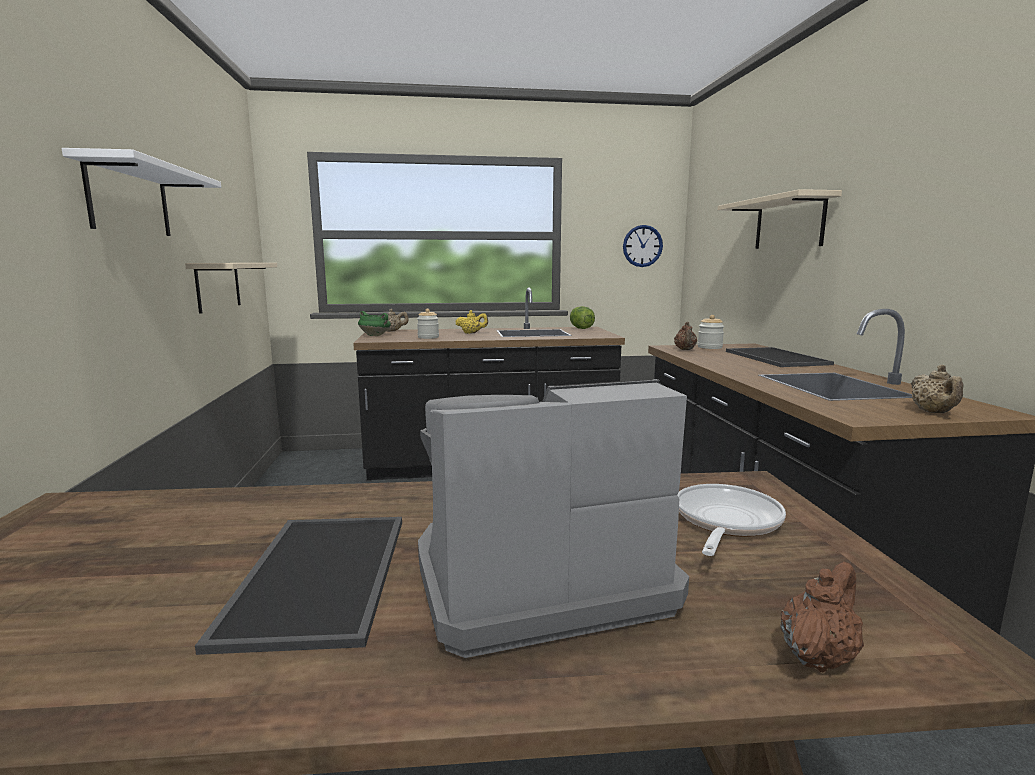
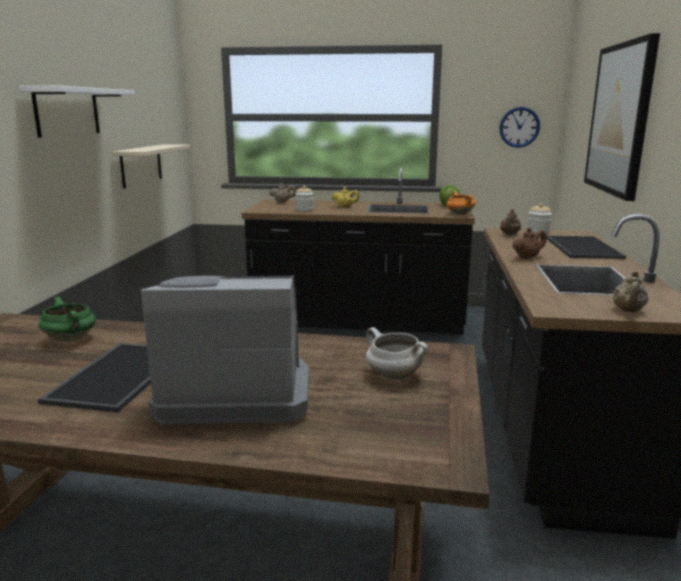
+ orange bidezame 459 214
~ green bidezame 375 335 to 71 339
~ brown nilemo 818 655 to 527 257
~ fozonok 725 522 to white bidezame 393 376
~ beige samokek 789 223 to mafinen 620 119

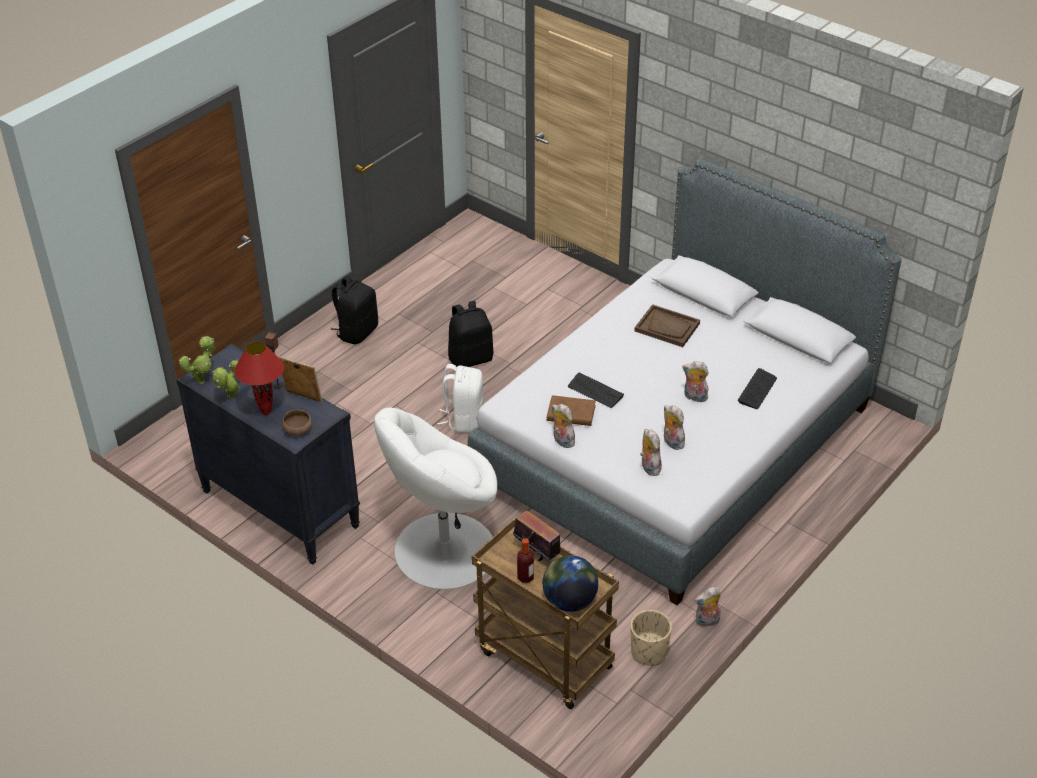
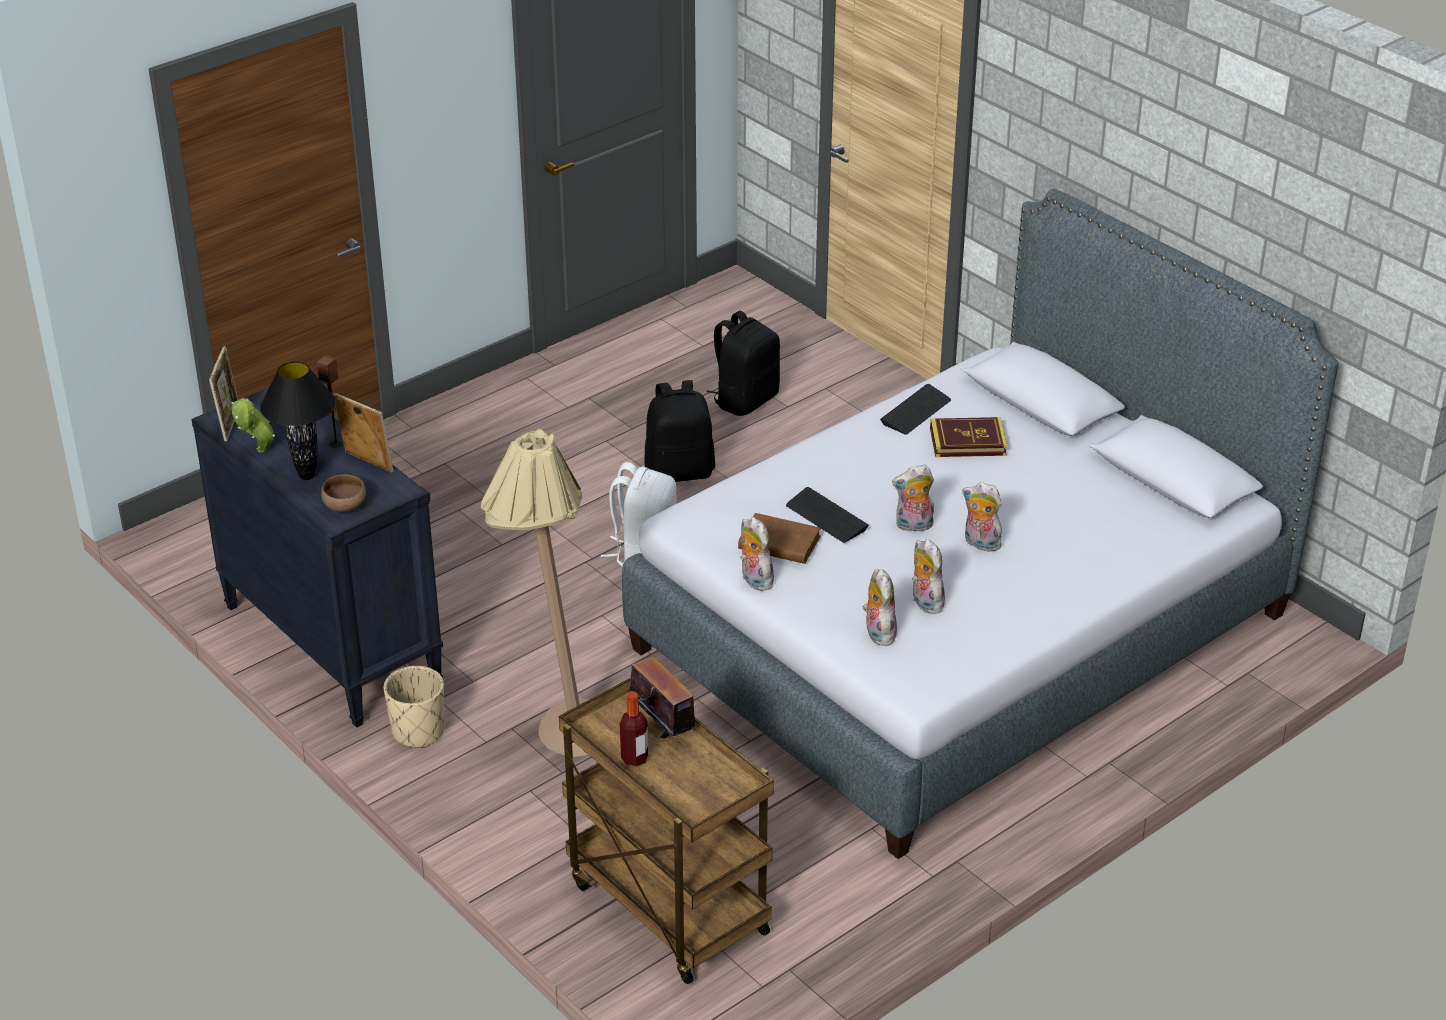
- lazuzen 569 601
~ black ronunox 357 332 to 745 400
~ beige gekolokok 649 652 to 418 731
~ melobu 707 622 to 913 526
~ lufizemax 757 390 to 916 411
~ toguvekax 203 380 to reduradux 229 424
~ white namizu 443 550 to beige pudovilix 558 733
~ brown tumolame 667 327 to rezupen 967 442
~ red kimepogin 265 412 to black kimepogin 306 476

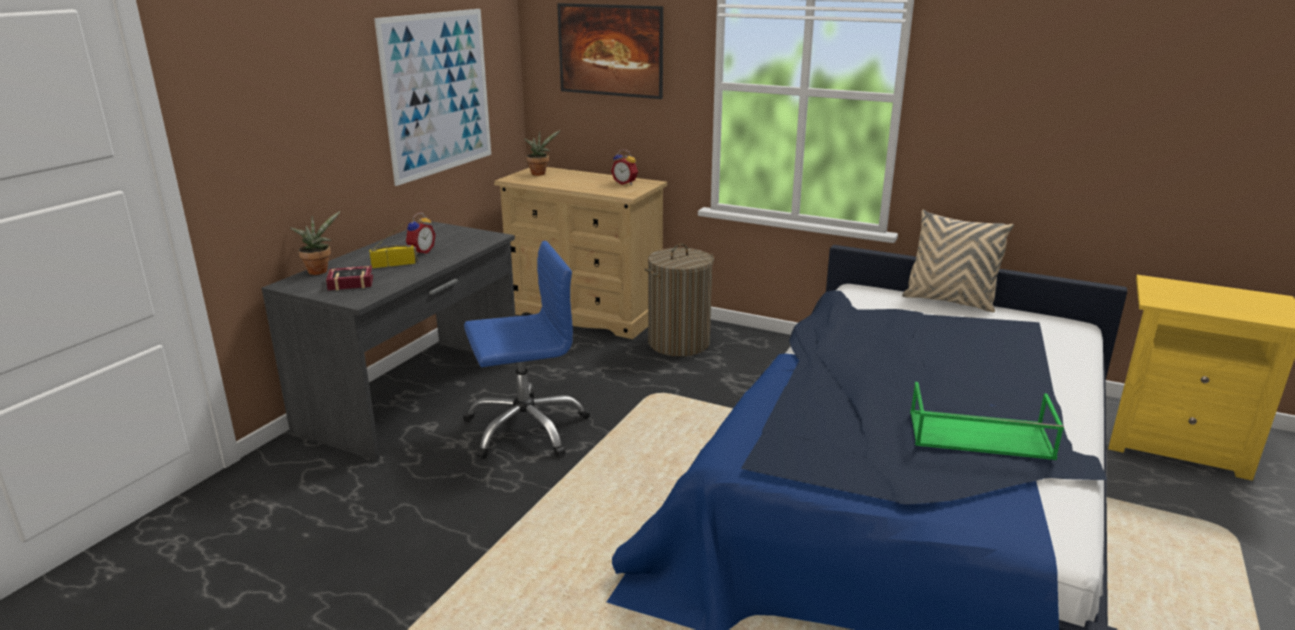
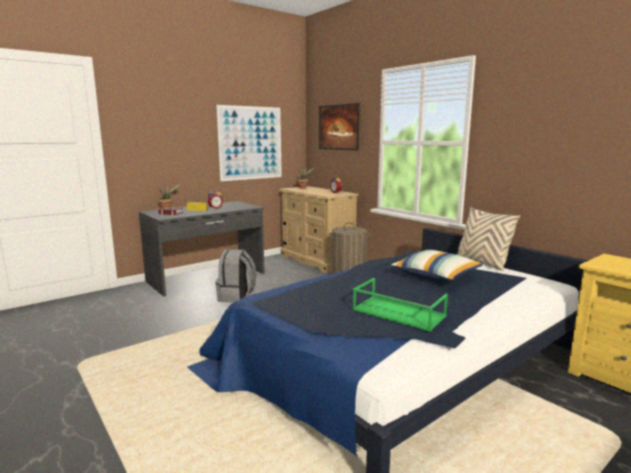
+ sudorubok 436 276
~ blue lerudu 525 428 to grey ronunox 236 297

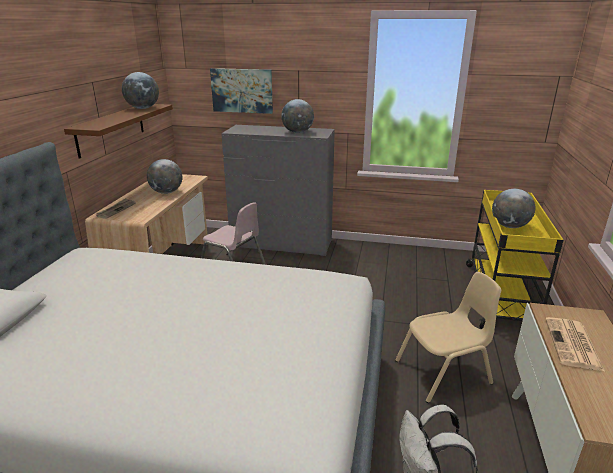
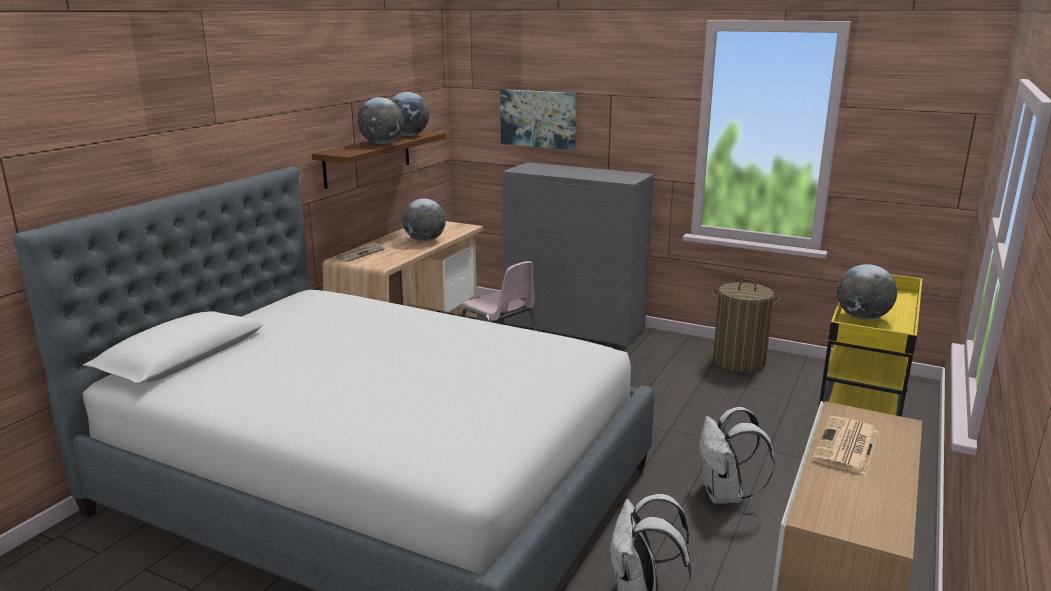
+ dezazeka 738 361
~ lazuzen 297 132 to 382 143
~ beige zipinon 443 373 to white ronunox 725 495

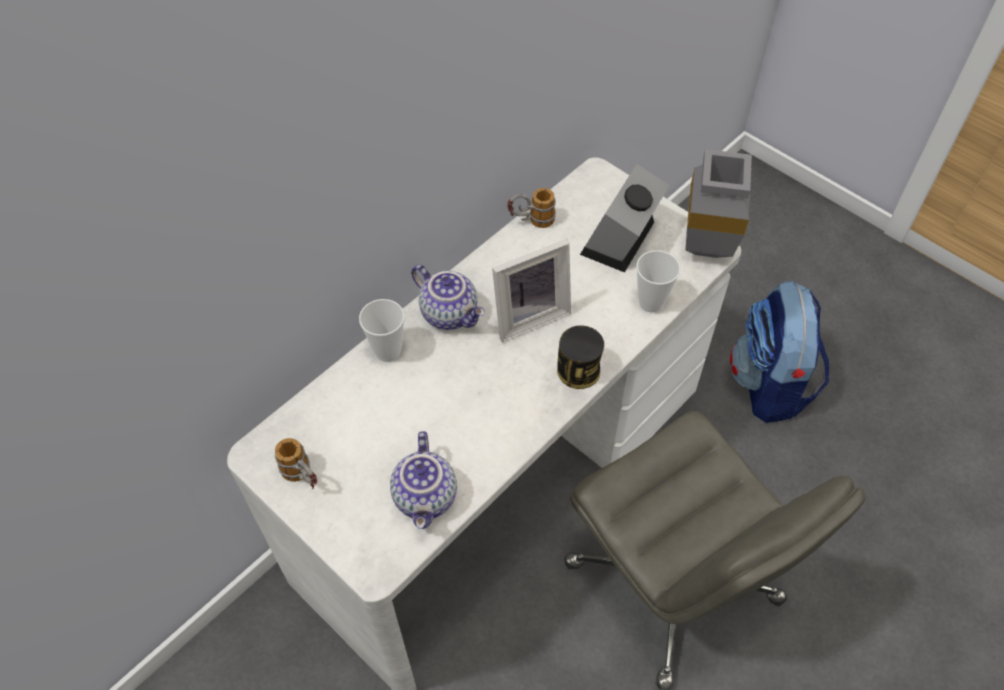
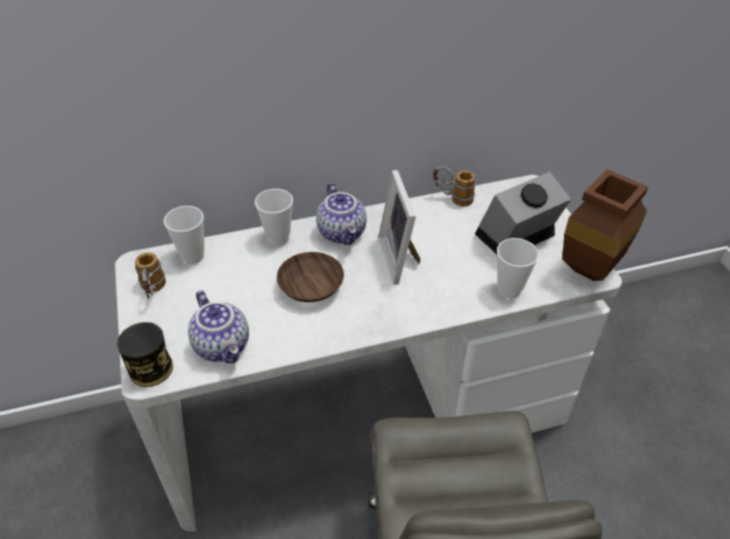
- ronunox 769 384
+ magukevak 193 256
+ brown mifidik 312 288
~ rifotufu 578 370 to 151 369
~ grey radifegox 709 250 to brown radifegox 589 273
~ nilemo 427 497 = 224 346 60 degrees counterclockwise
~ reduradux 528 315 = 401 258 75 degrees clockwise

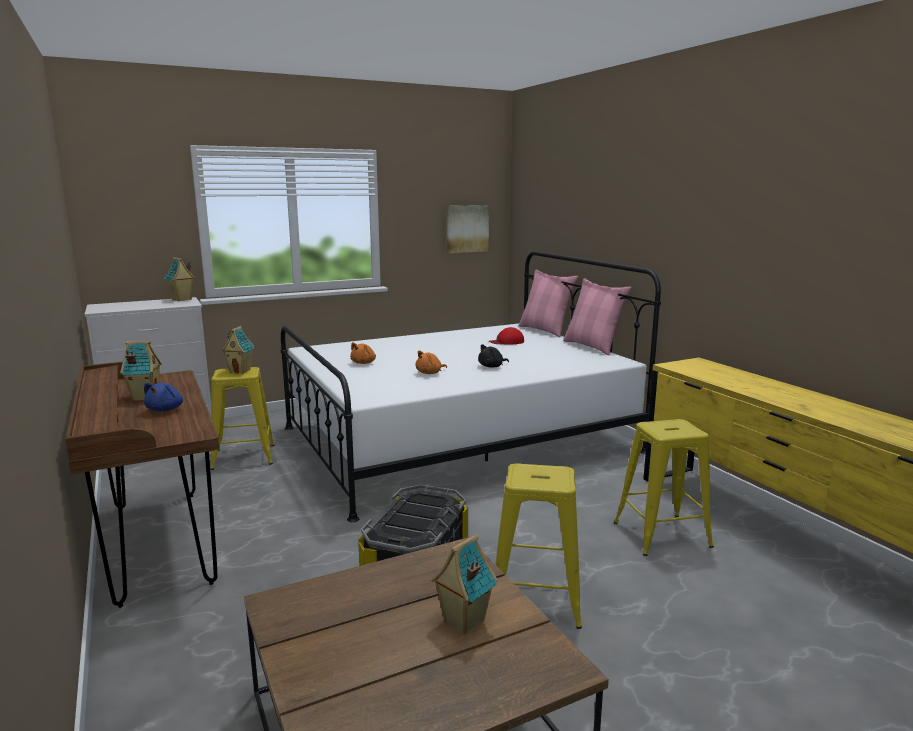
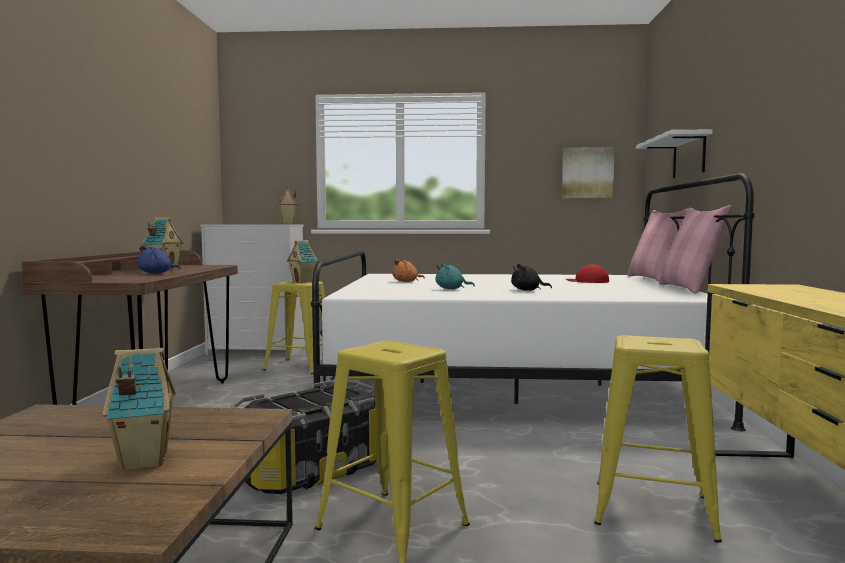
+ white samokek 689 156
~ orange melobu 430 373 to turquoise melobu 451 289

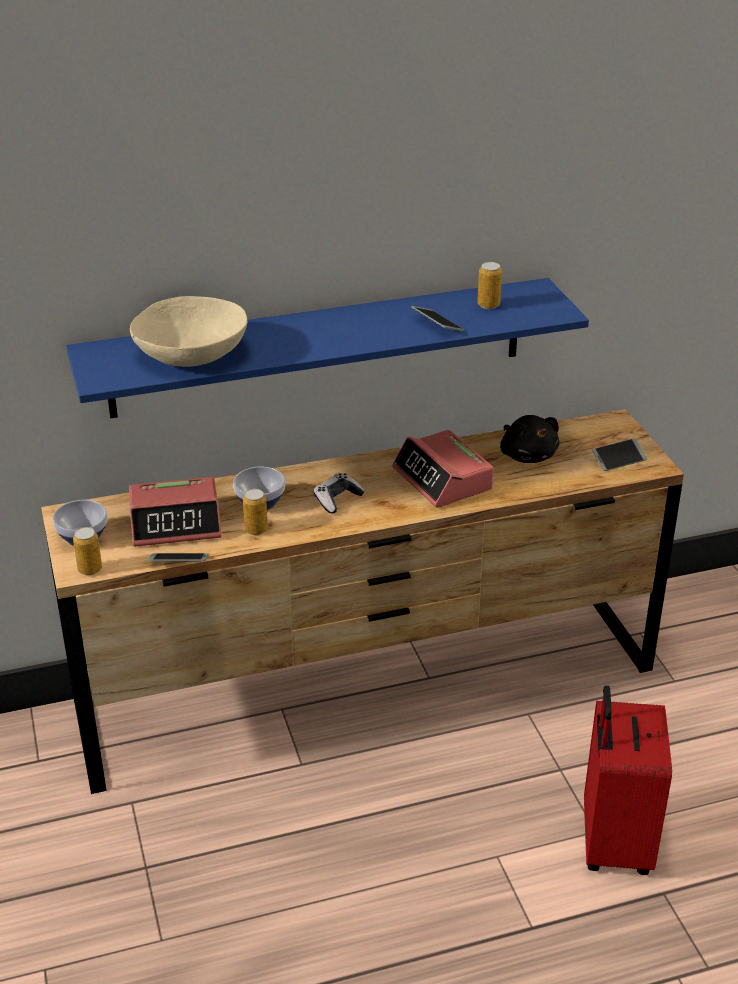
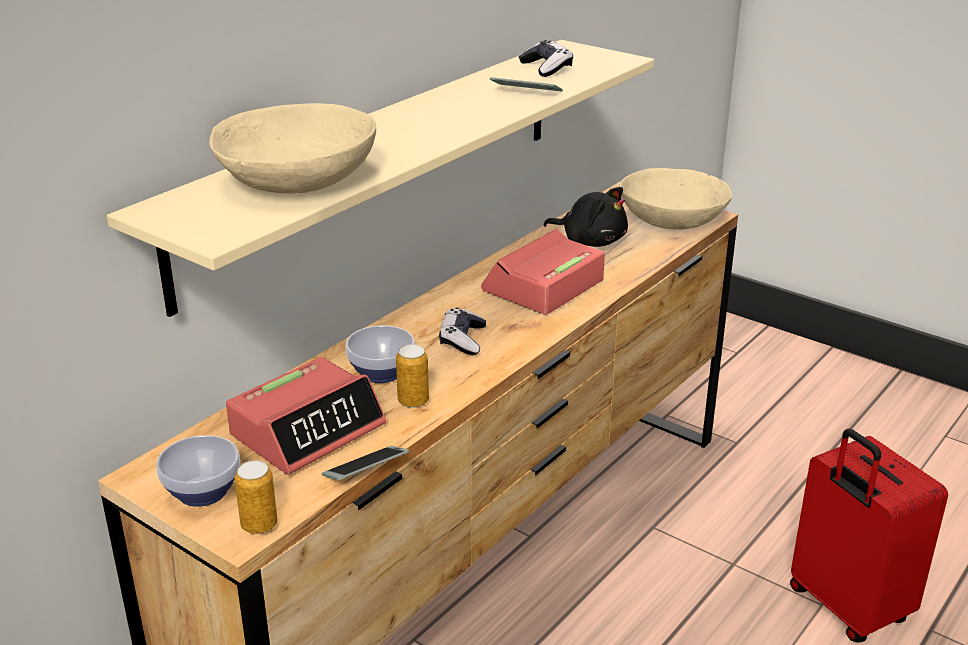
~ rifotufu 488 305 to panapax 546 68
~ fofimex 618 459 to beige mifidik 672 220
~ blue samokek 319 347 to beige samokek 380 162
~ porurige 443 479 = 543 286 105 degrees clockwise

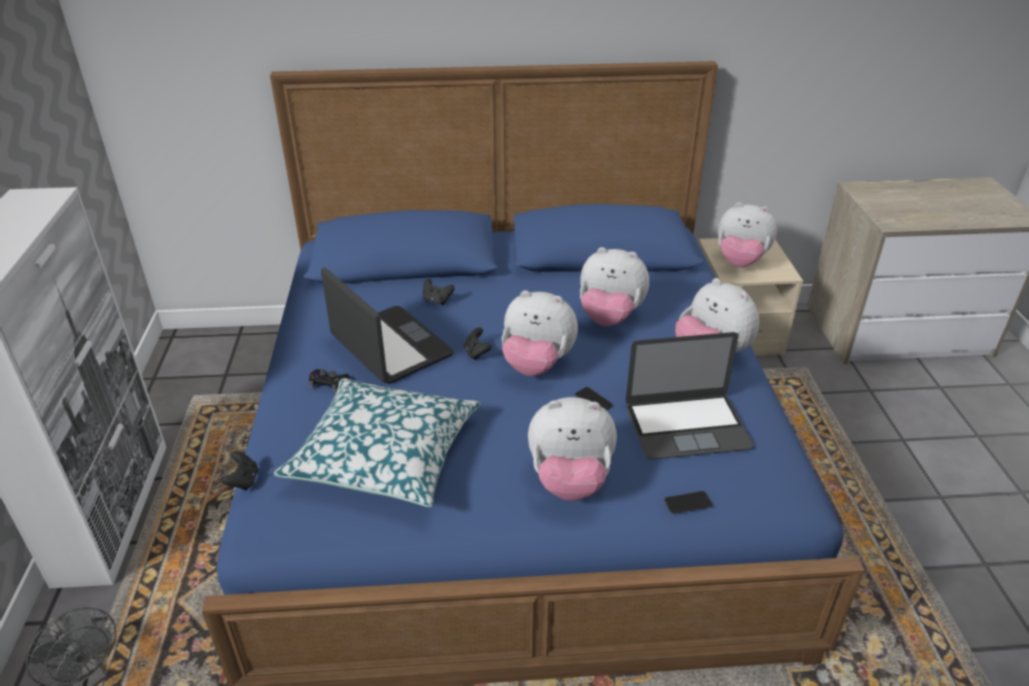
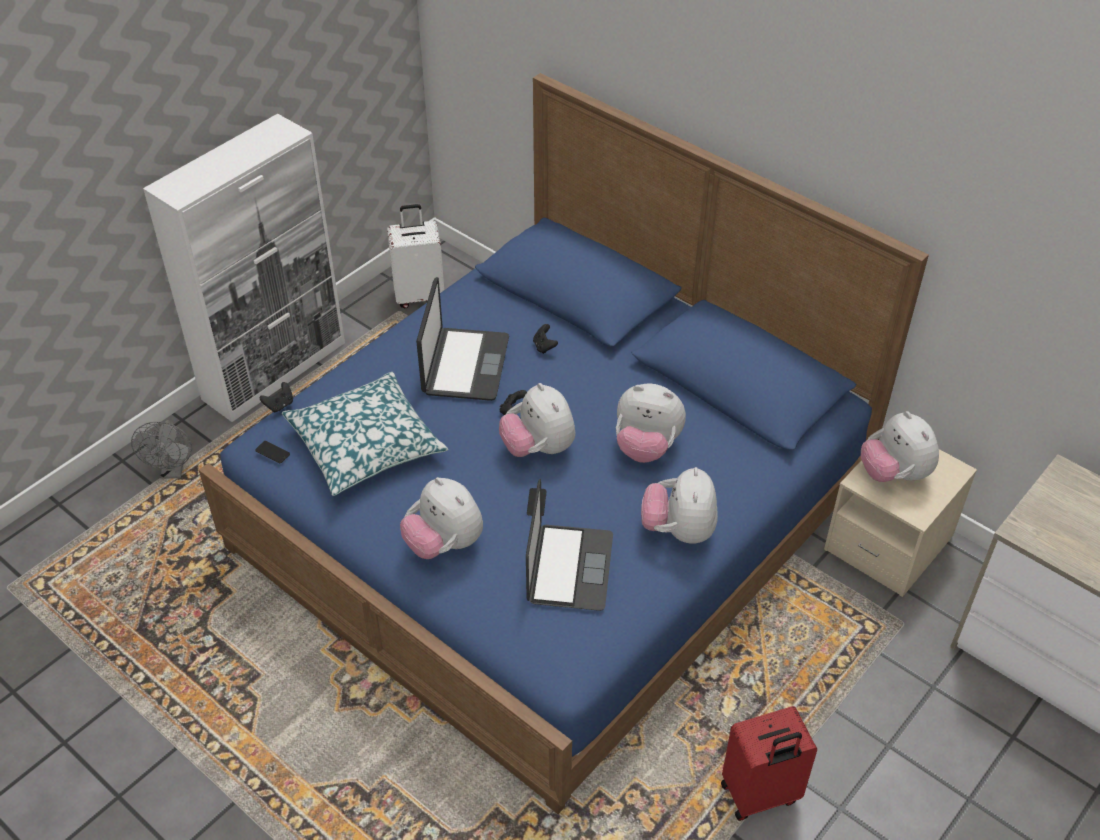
- black panapax 328 383
+ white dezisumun 420 295
+ red dezisumun 760 795
~ fofimex 687 503 to 272 452
~ melobu 609 317 = 646 447 45 degrees counterclockwise
~ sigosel 687 426 = 569 567 120 degrees counterclockwise

